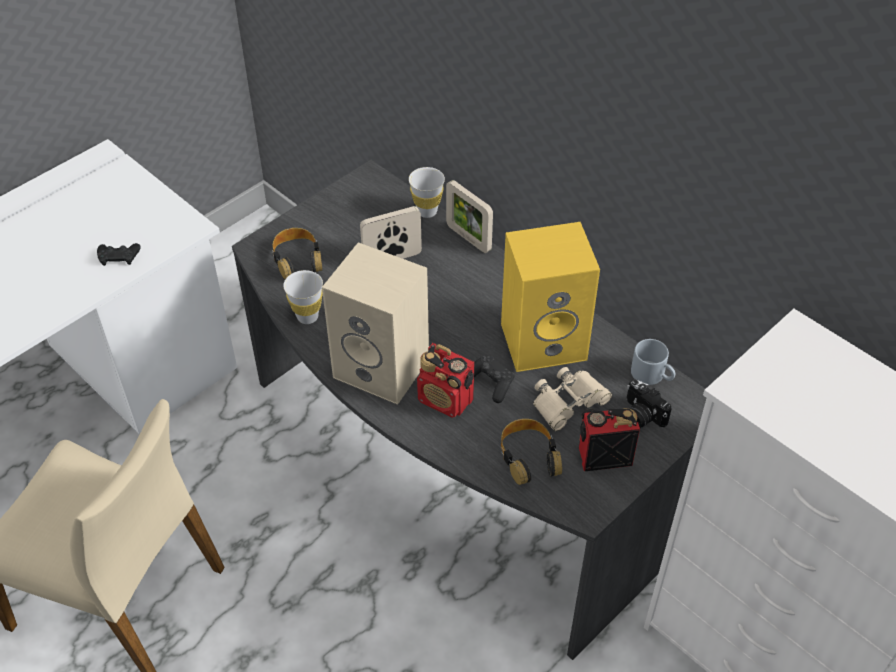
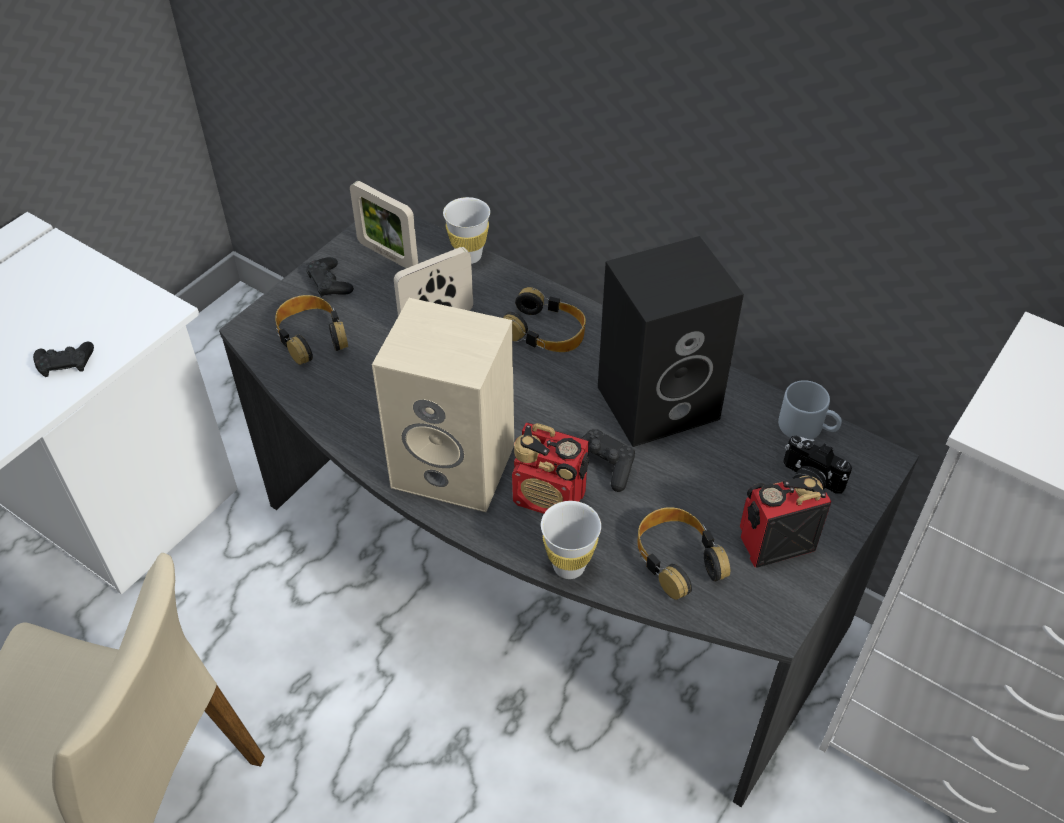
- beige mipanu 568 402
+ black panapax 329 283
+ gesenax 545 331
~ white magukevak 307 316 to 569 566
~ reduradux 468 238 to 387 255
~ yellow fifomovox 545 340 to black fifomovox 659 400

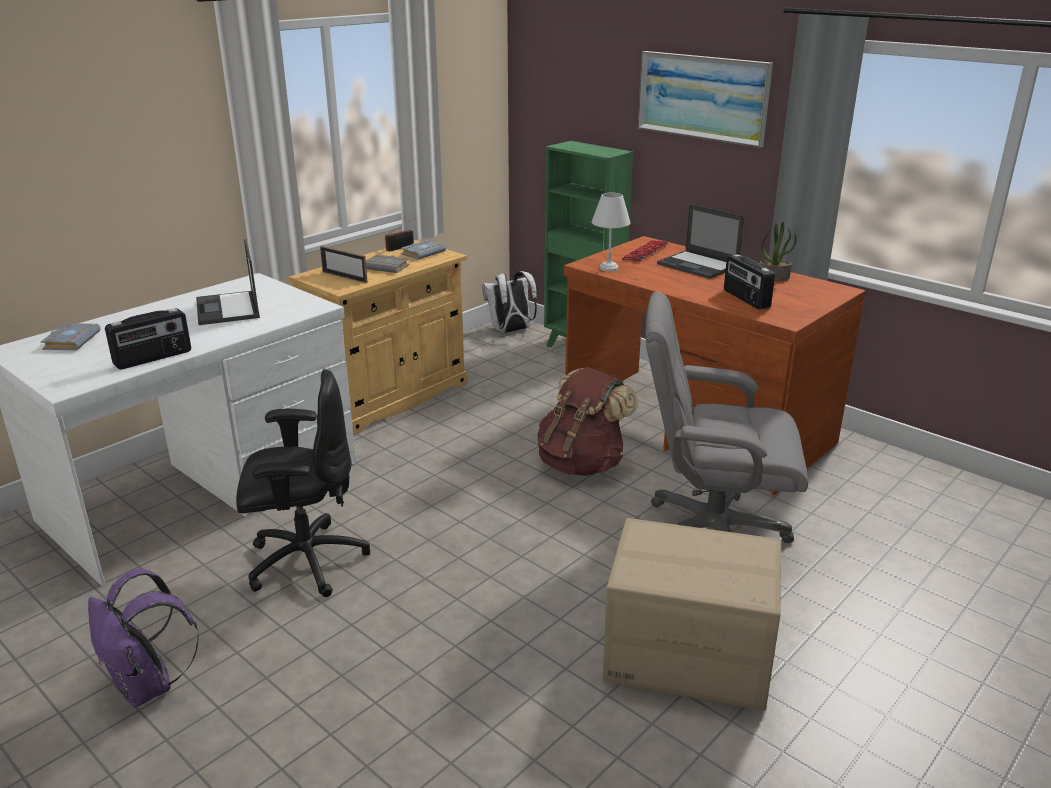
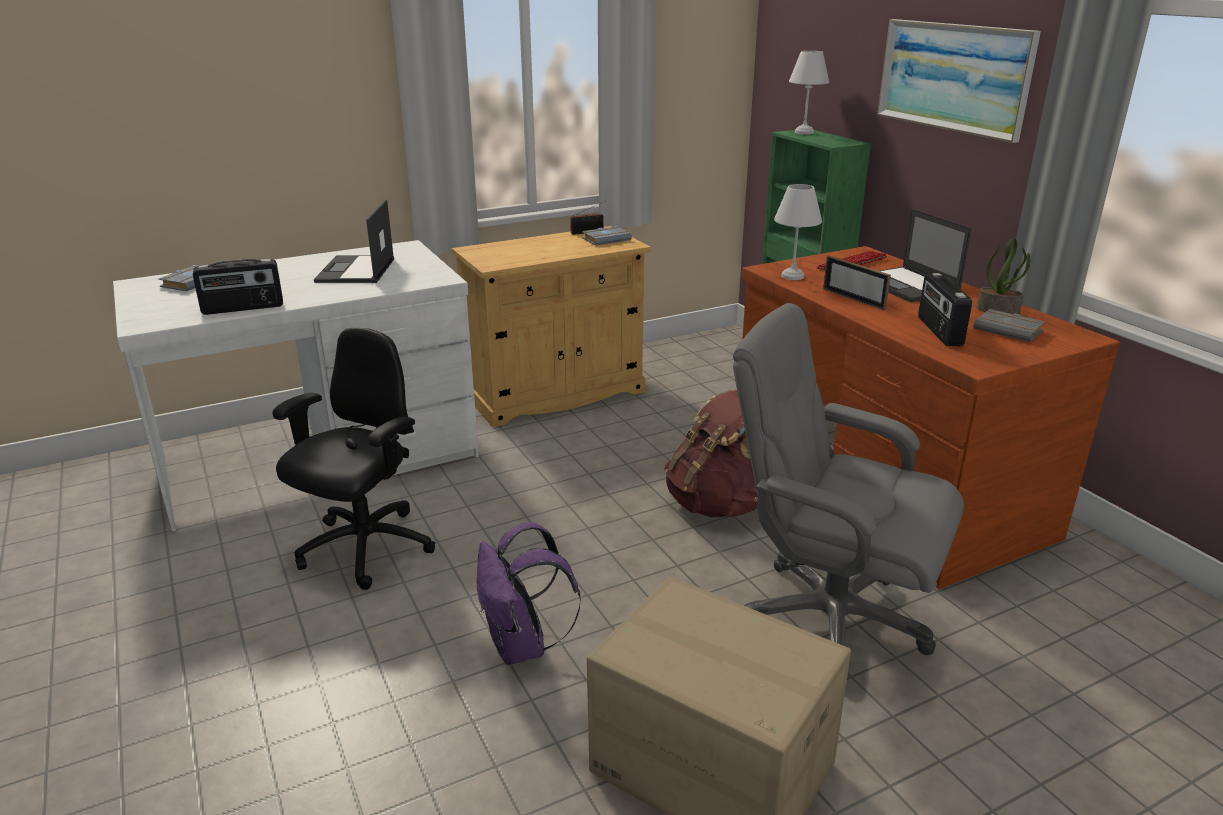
- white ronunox 510 331
+ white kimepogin 804 132
~ purple ronunox 148 686 to 522 646
~ reduradux 344 277 to 853 299
~ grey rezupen 387 267 to 1010 330
~ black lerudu 305 561 = 365 549 75 degrees counterclockwise

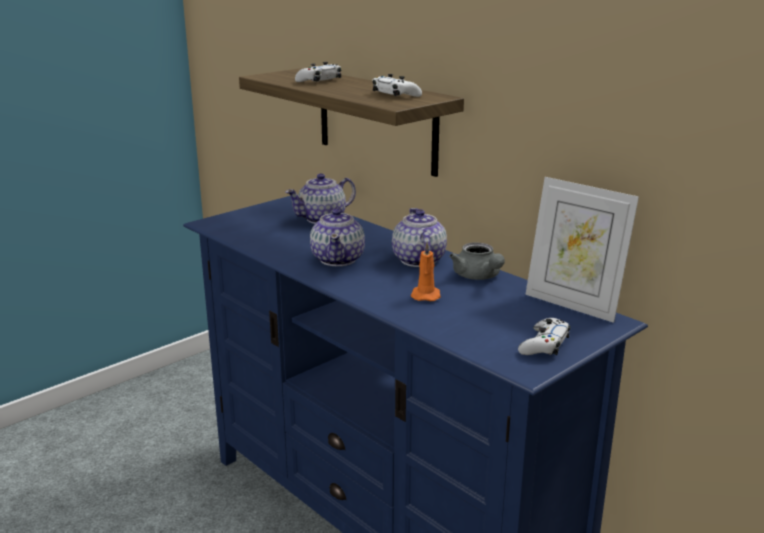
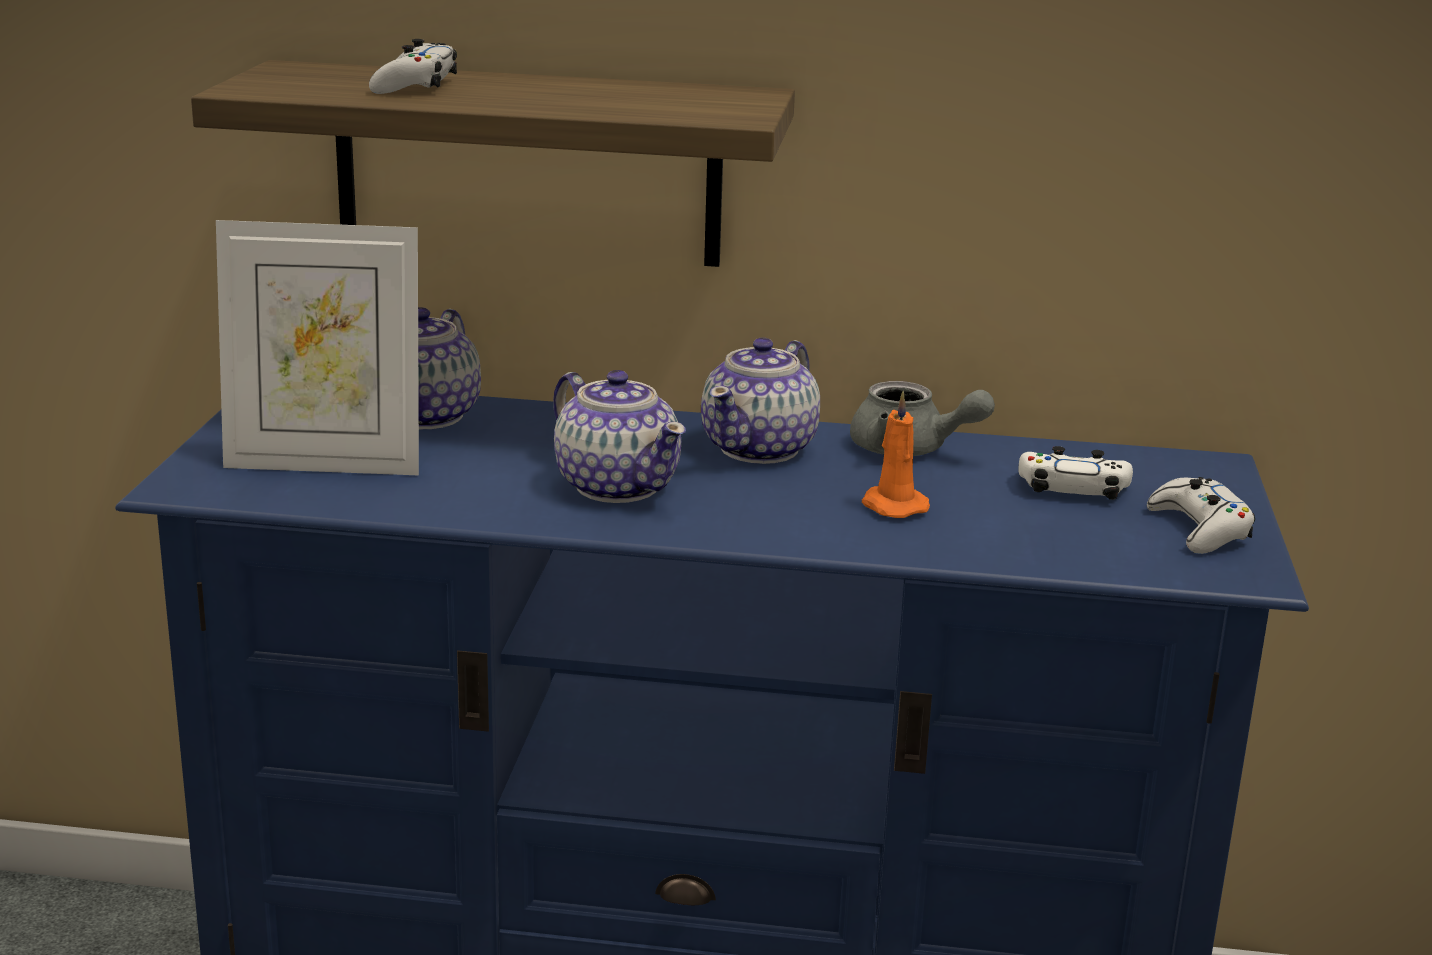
~ white panapax 395 94 to 1073 489
~ reduradux 573 304 to 325 463
~ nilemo 418 260 = 761 448 105 degrees counterclockwise

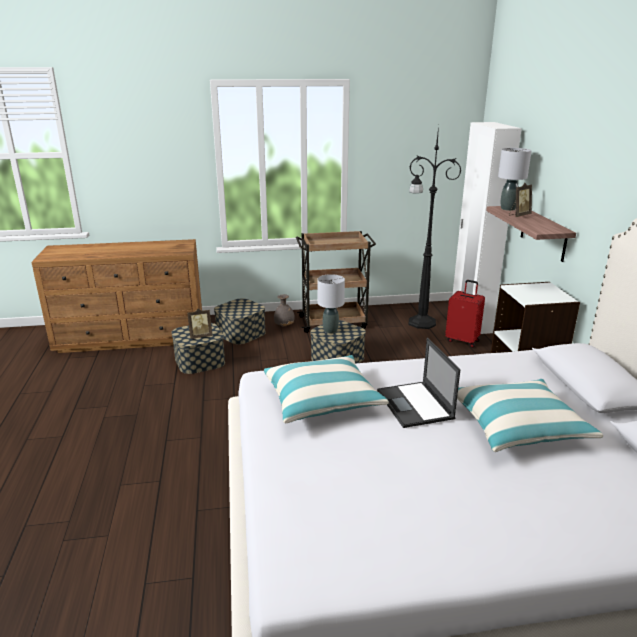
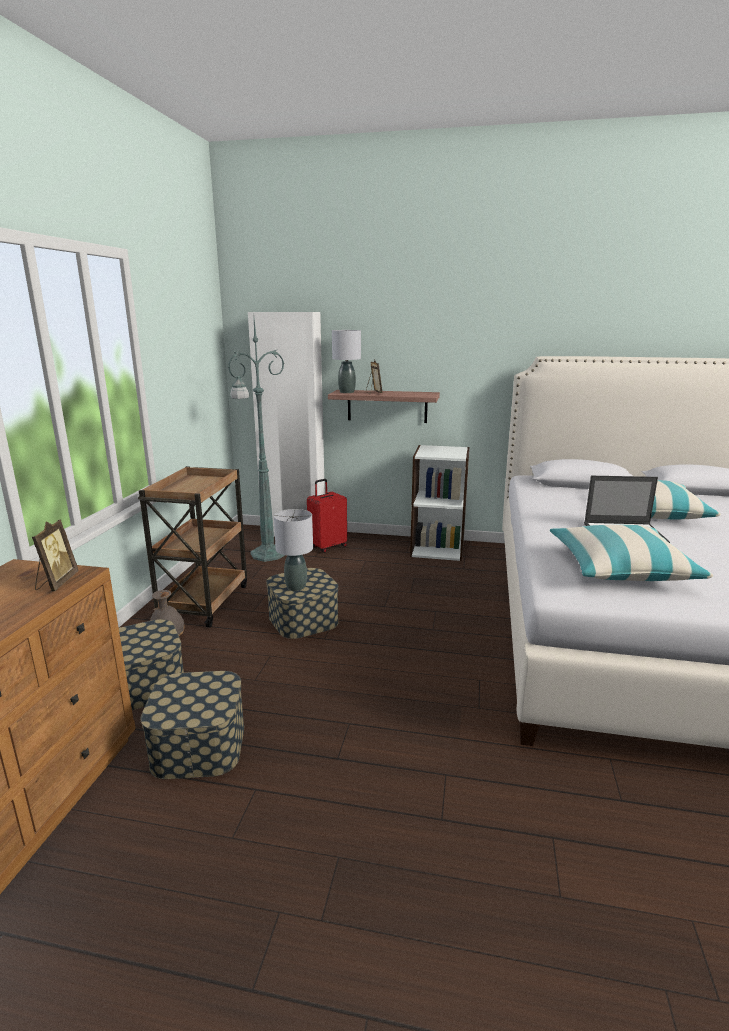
~ reduradux 200 336 to 56 583
~ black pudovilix 420 322 to green pudovilix 266 554

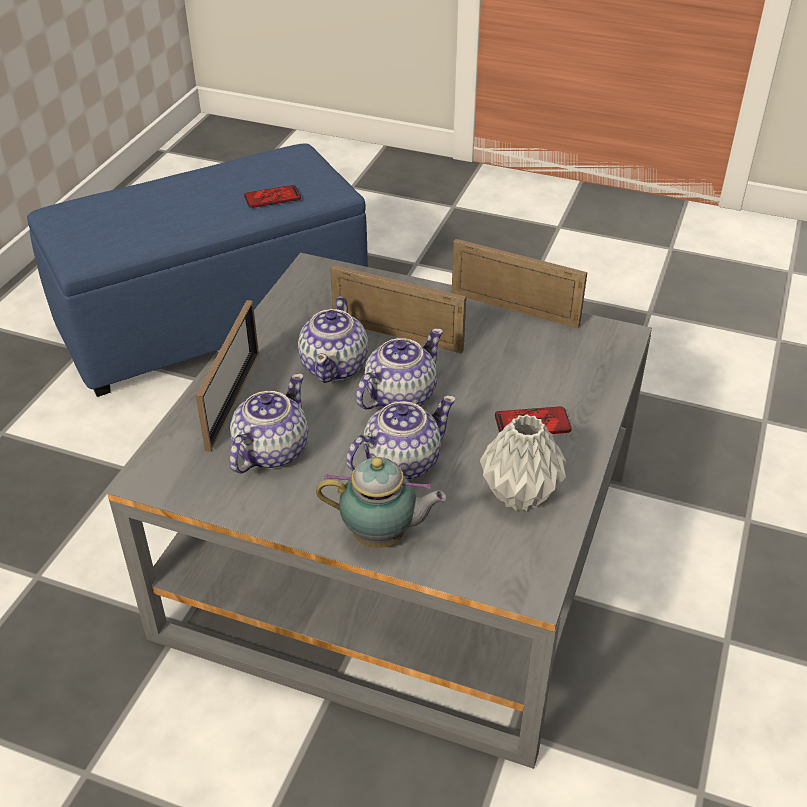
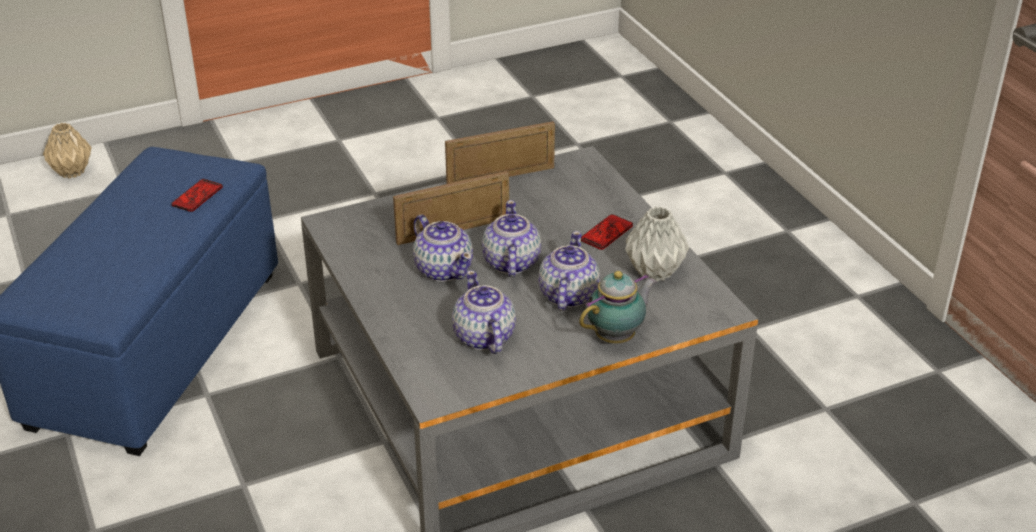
- reduradux 233 400
+ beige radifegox 72 171

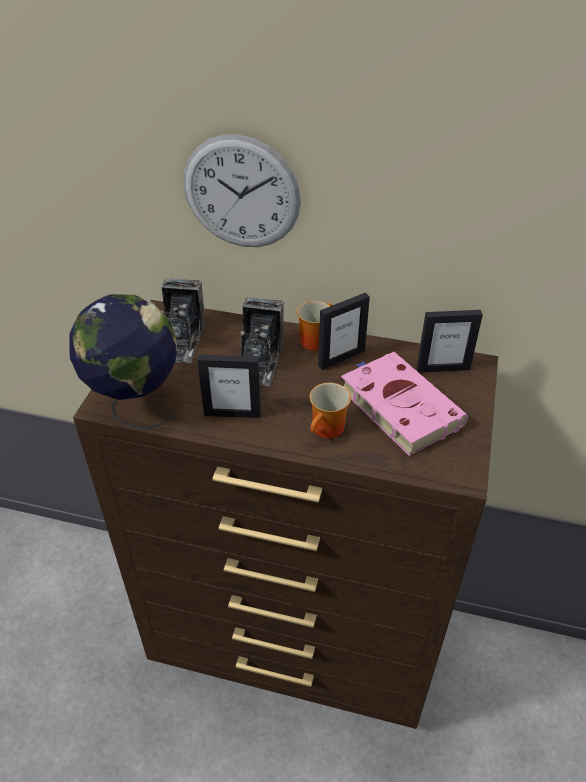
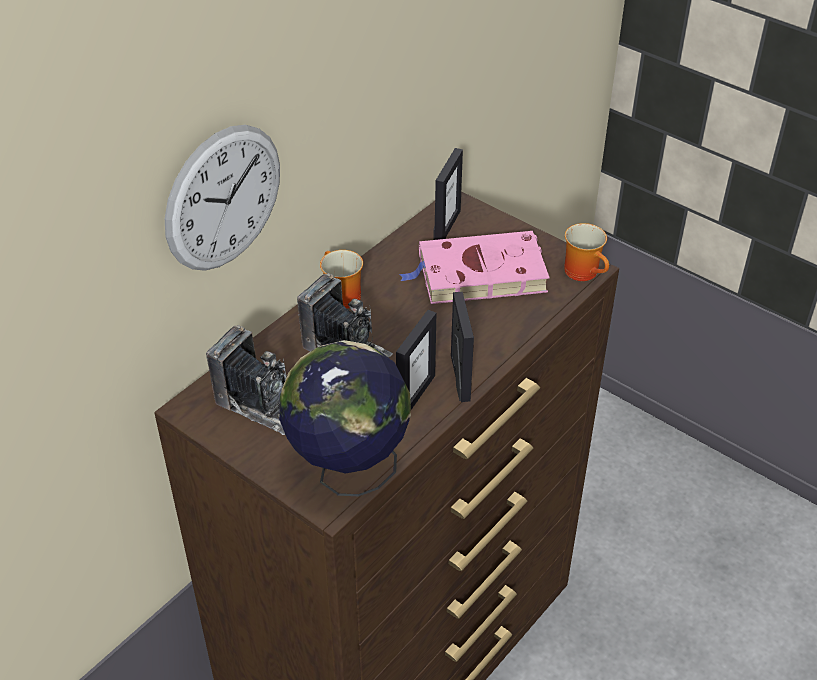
~ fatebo 328 430 to 585 272
~ reduradux 341 358 to 459 378

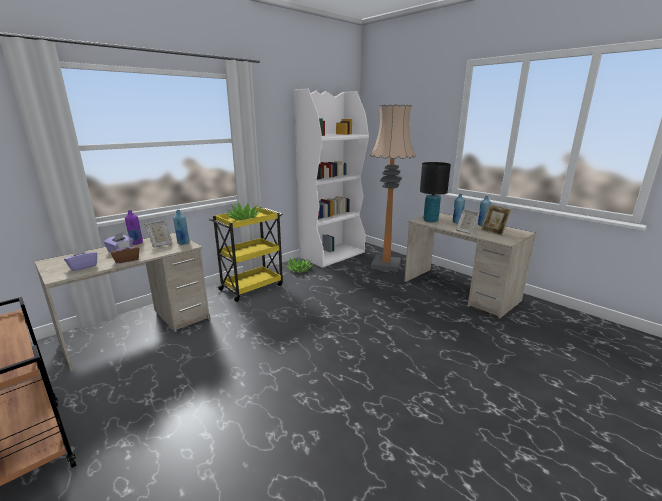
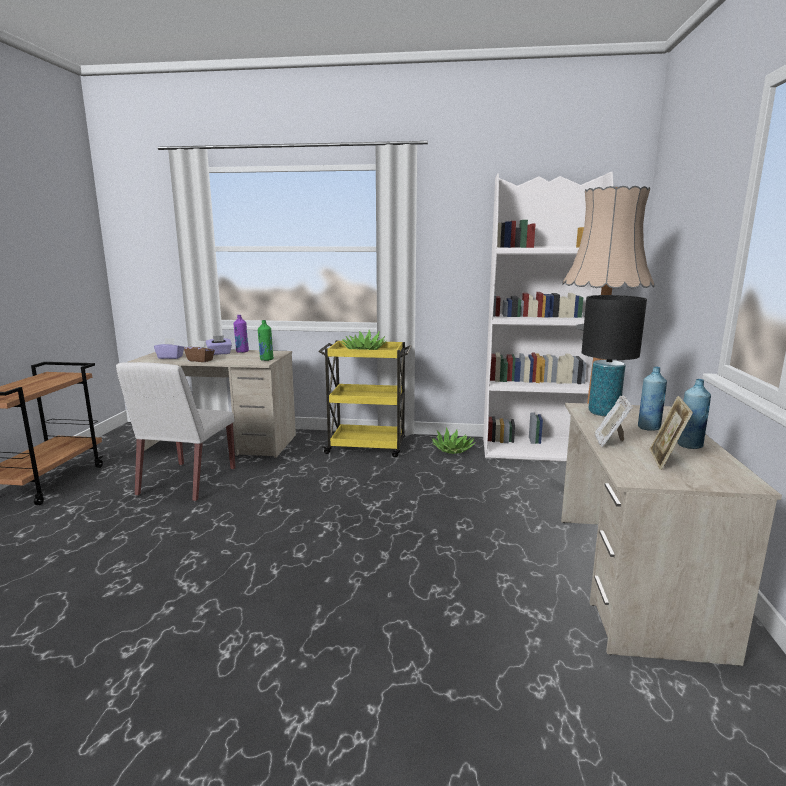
- reduradux 160 244
+ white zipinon 187 482
~ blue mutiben 183 243 to green mutiben 266 359

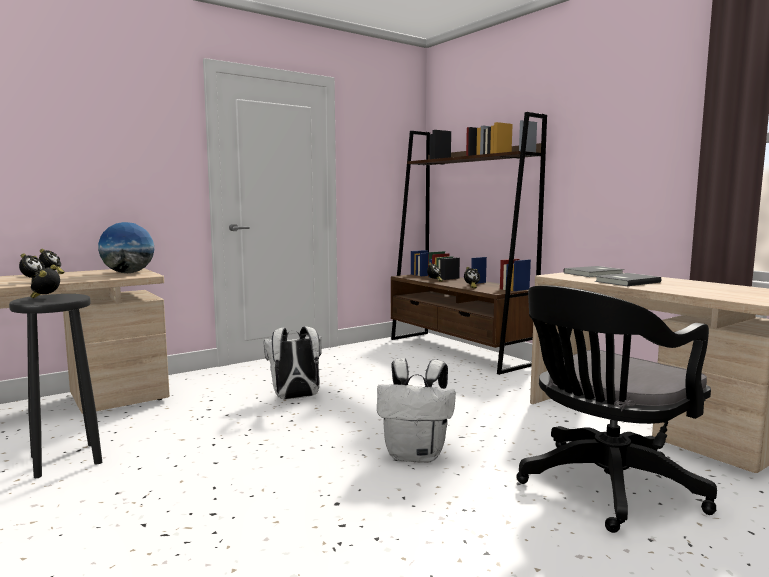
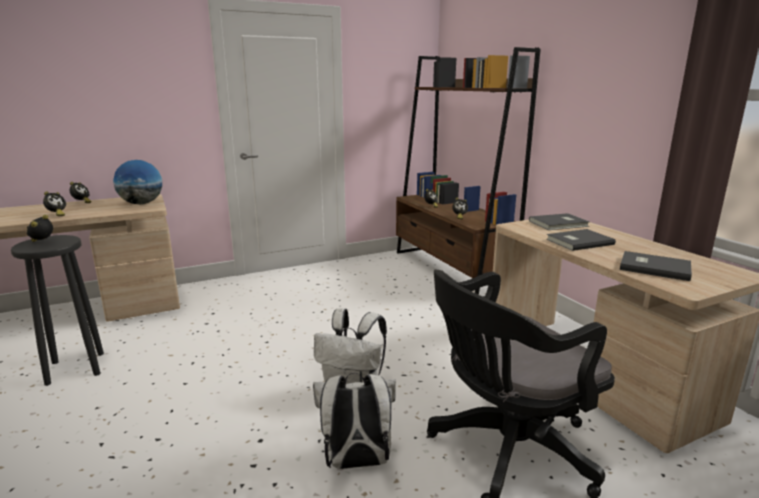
+ grey rezupen 653 267
~ white ronunox 295 398 to 356 462

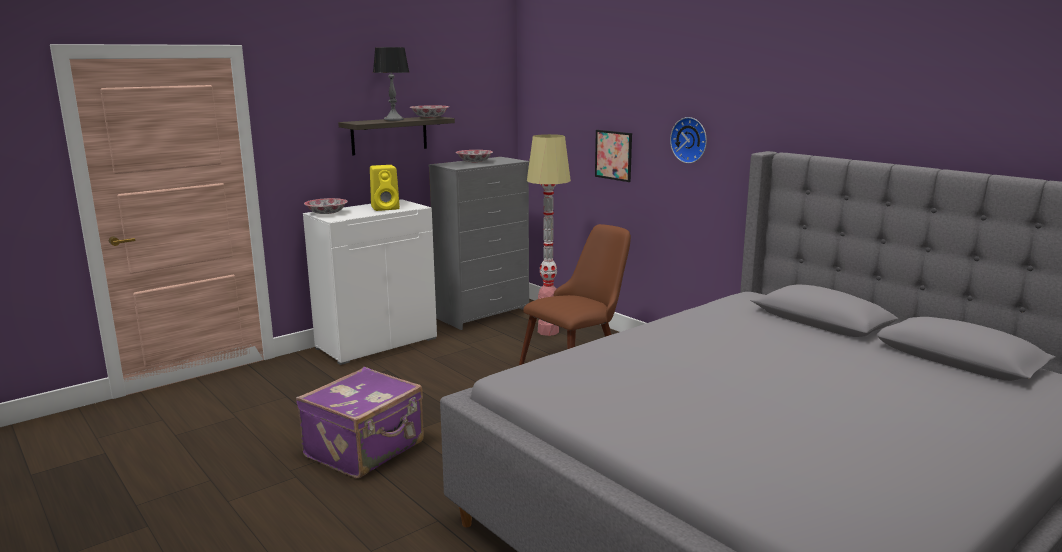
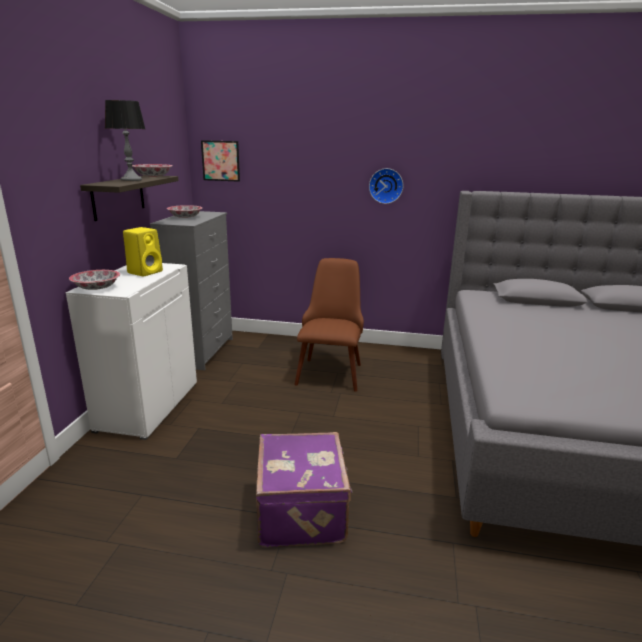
- pudovilix 548 332
~ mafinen 613 155 to 220 161

